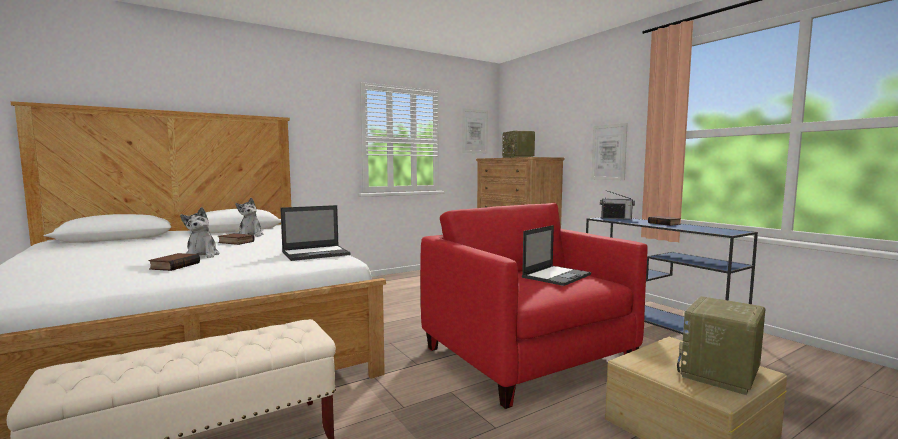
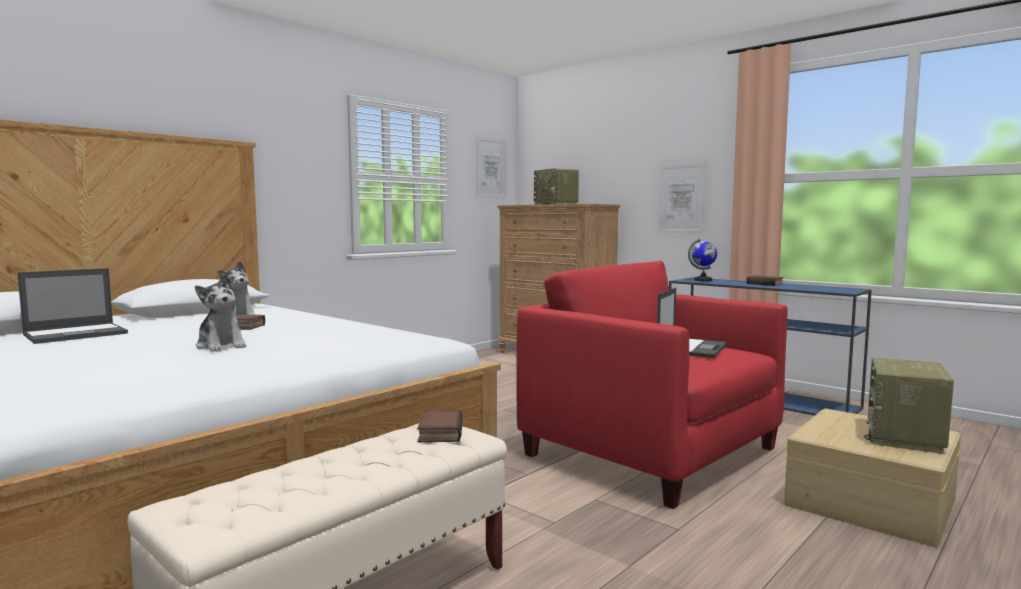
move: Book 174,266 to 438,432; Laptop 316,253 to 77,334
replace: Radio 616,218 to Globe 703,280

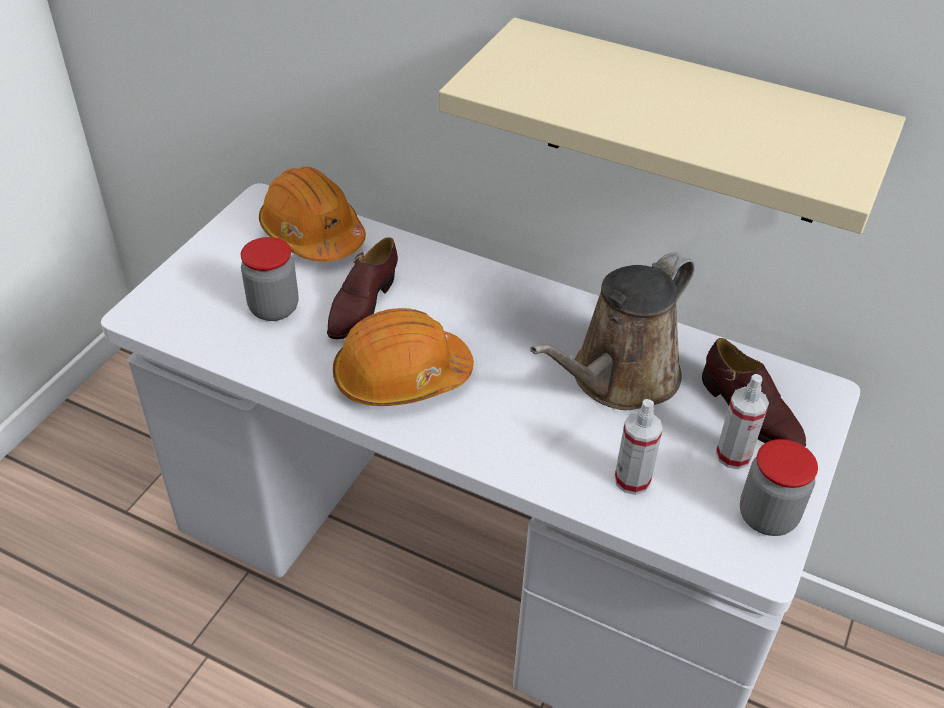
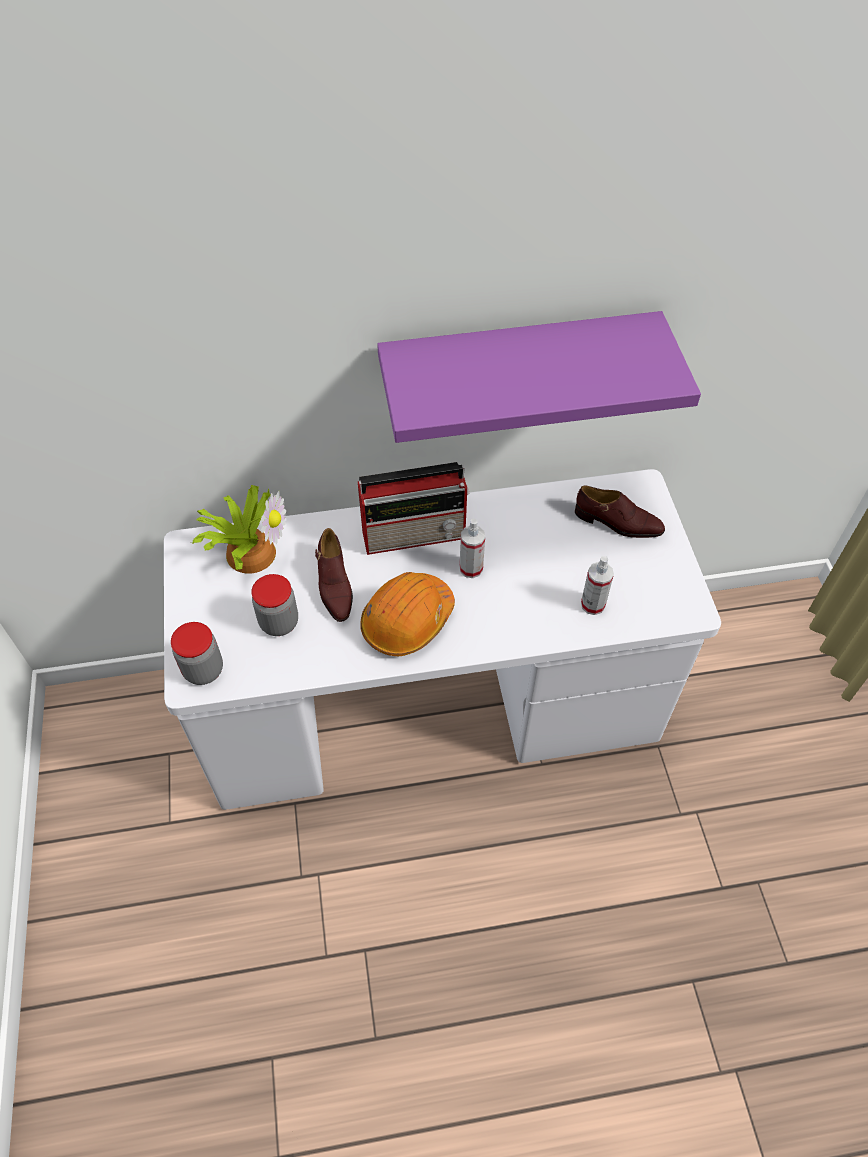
delete: BrownWateringCan 618,379
insert: Radio 416,533
move: SprayBottle 733,455 to 471,568; Jar 767,516 to 203,670
replace: OrangeHardHat 312,234 to PottedPlant 249,551
recolor: BeigeShelf 686,124 to PurpleShelf 518,364

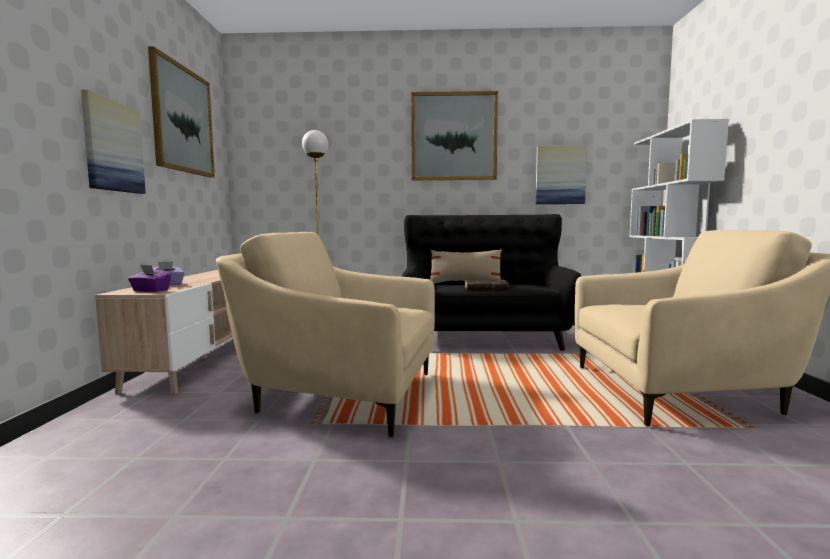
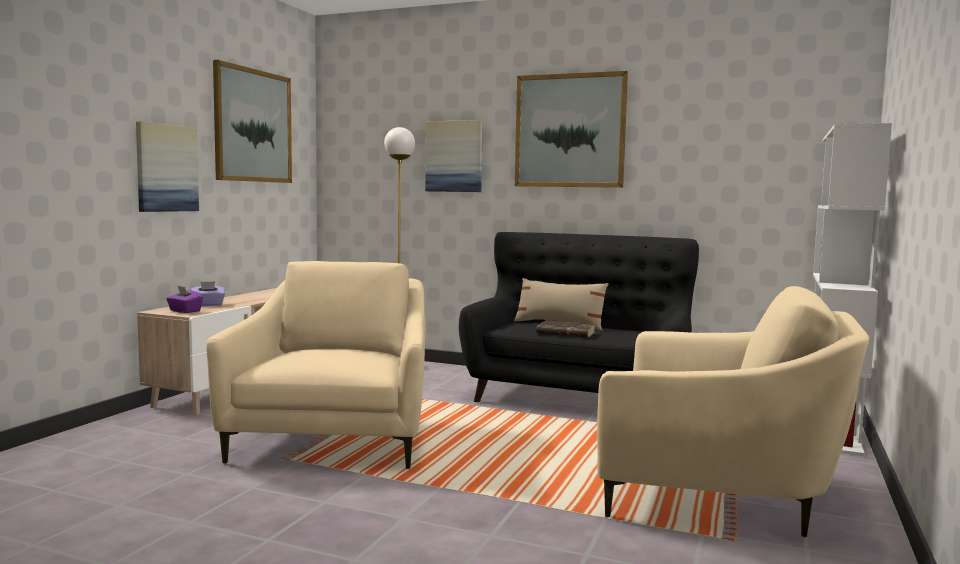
move: Picture 560,175 to 454,156
rotate: BeigeArmchair 340,395 = 336,437 60 degrees clockwise

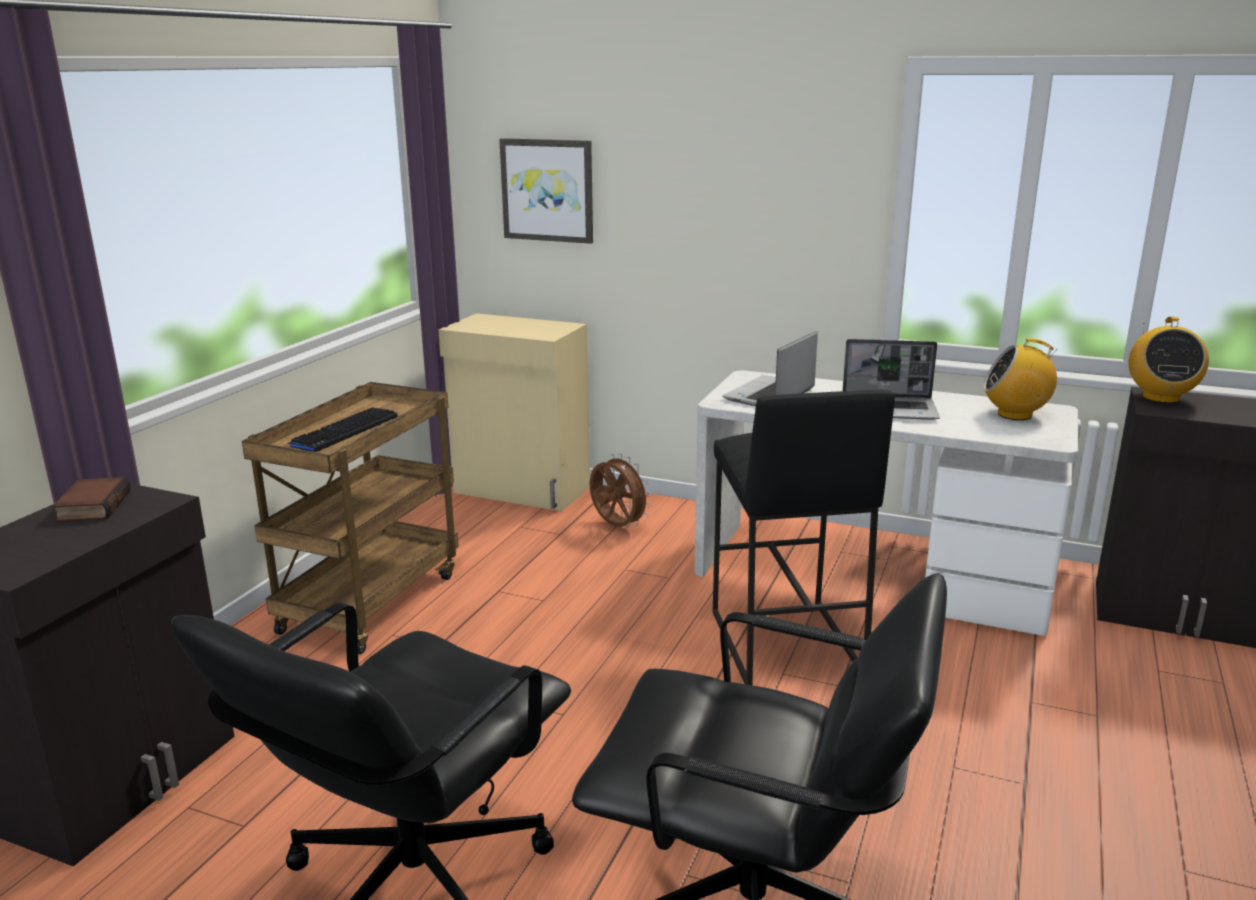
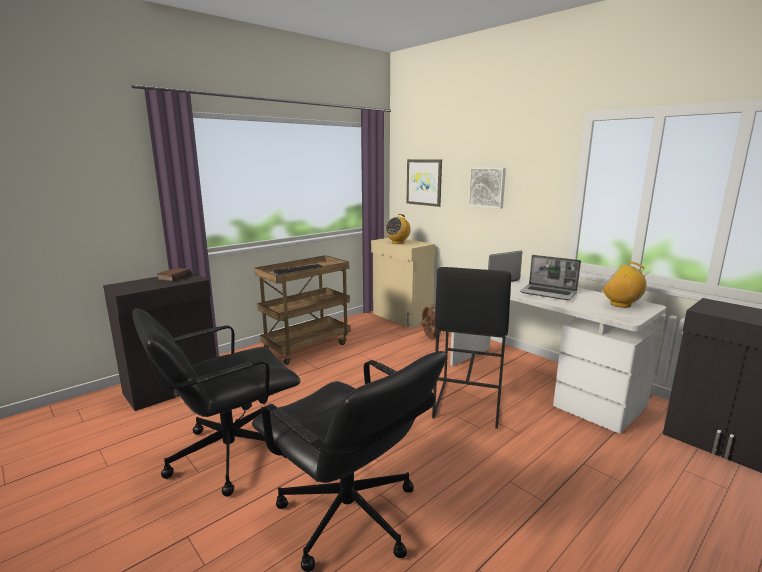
insert: Picture 487,187
move: Radio 1160,397 to 398,242

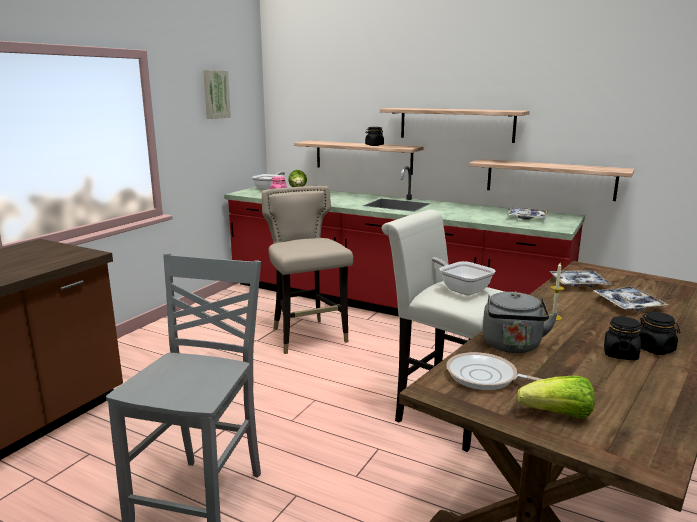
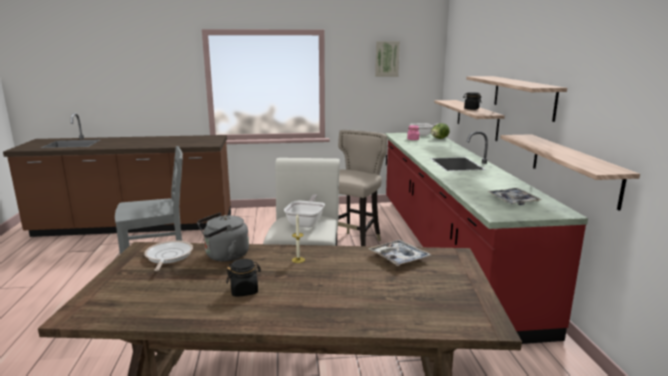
delete: Lettuce 558,414; Tray 628,304; BlackJar 655,349

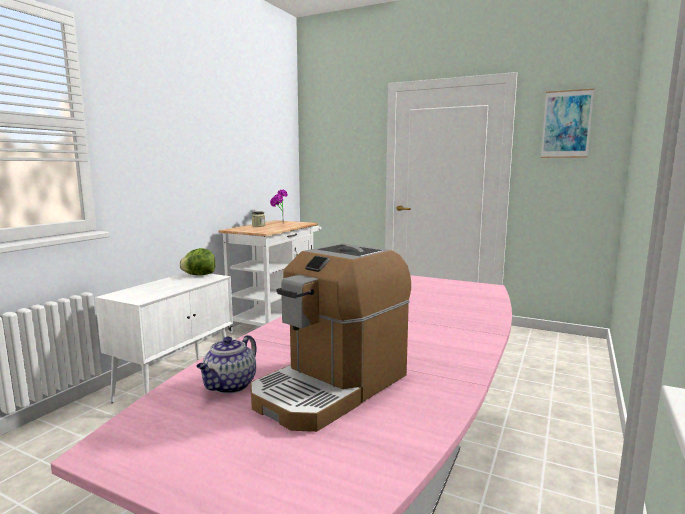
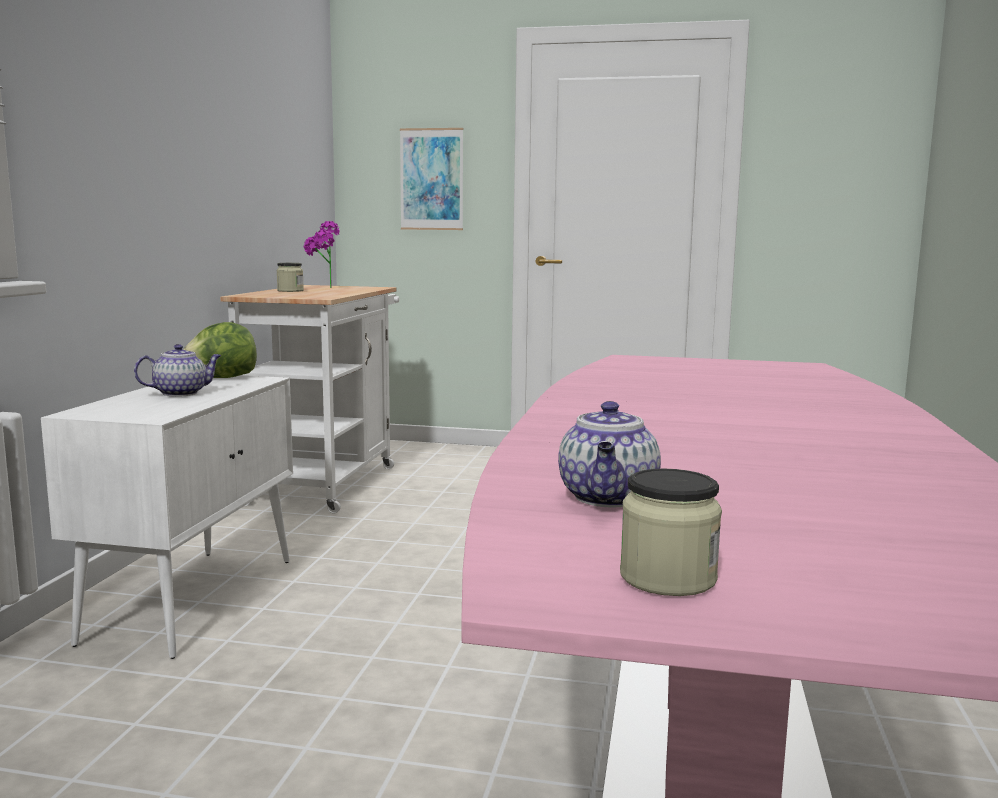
delete: CoffeeMachine 332,387
insert: Teapot 181,393; Jar 667,578
move: Picture 566,124 to 431,179

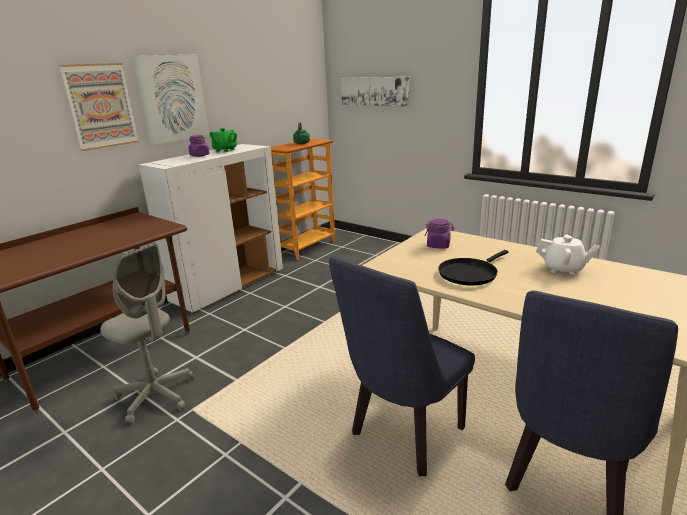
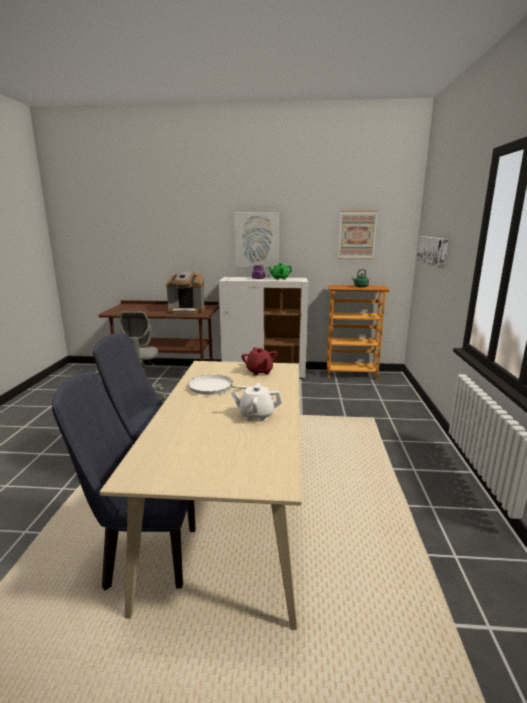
insert: CoffeeMachine 187,311
move: Picture 100,106 to 357,235
replace: PurpleJar 438,245 to RedTeapot 259,372
recolor: BlackFryingPan 470,273 to WhiteFryingPan 214,388
rotate: WhiteTeapot 563,269 = 256,415 105 degrees clockwise

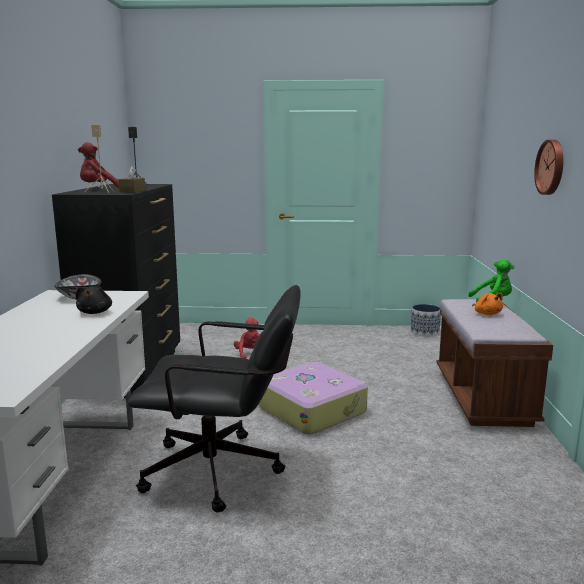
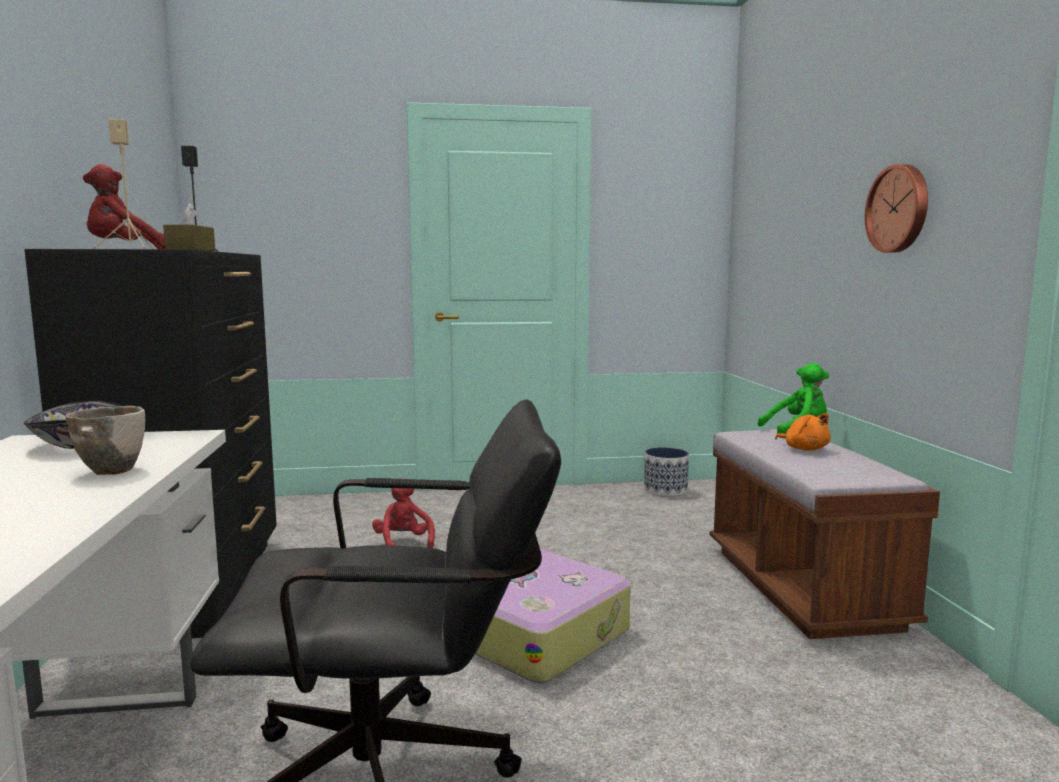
replace: BlackPlushToy 95,312 to Bowl 114,470

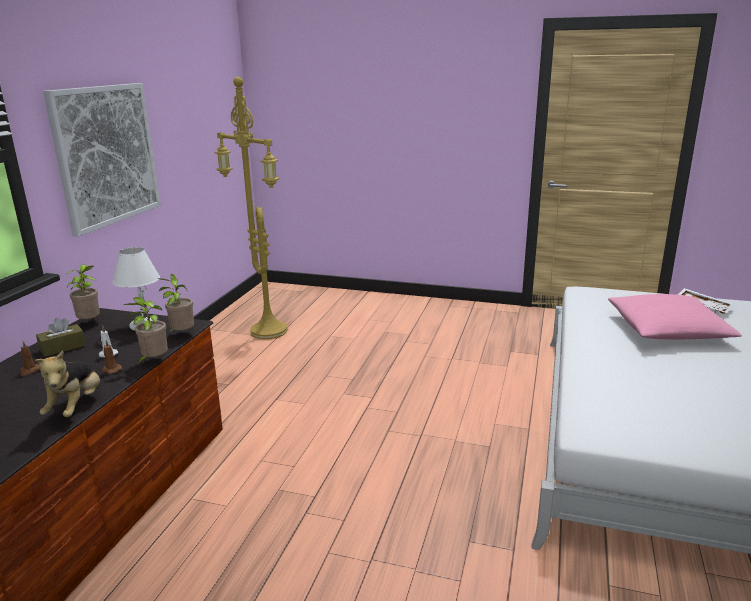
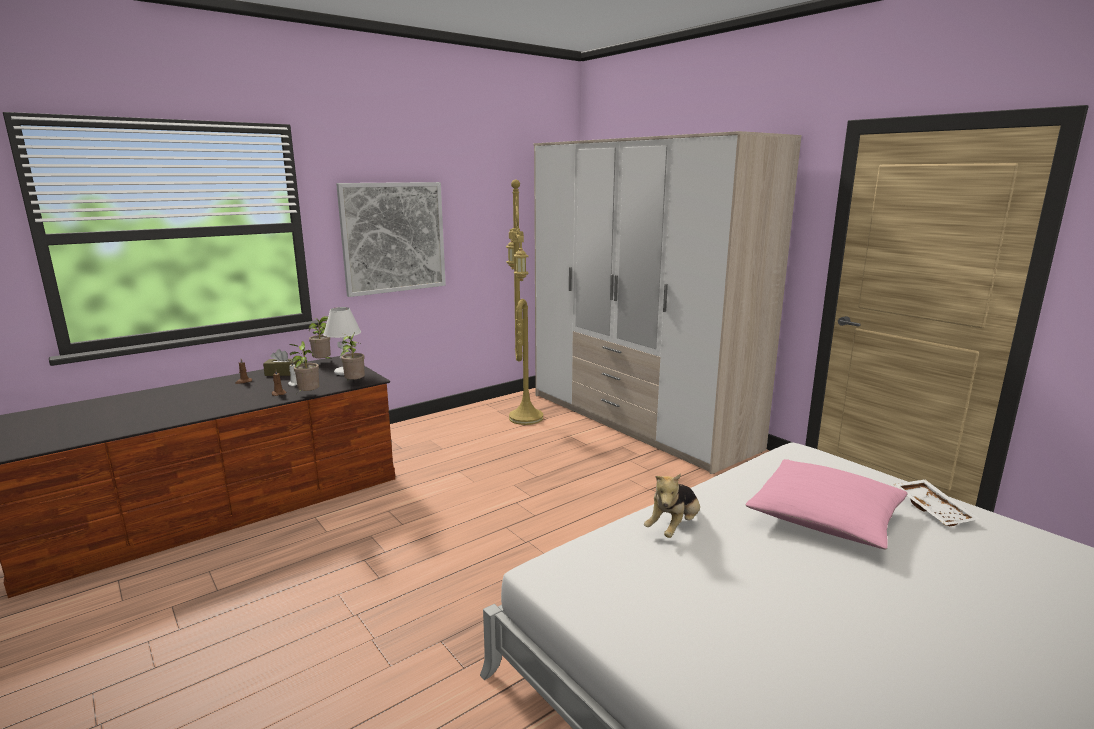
insert: Wardrobe 638,421
move: PlushToy 76,406 to 673,527

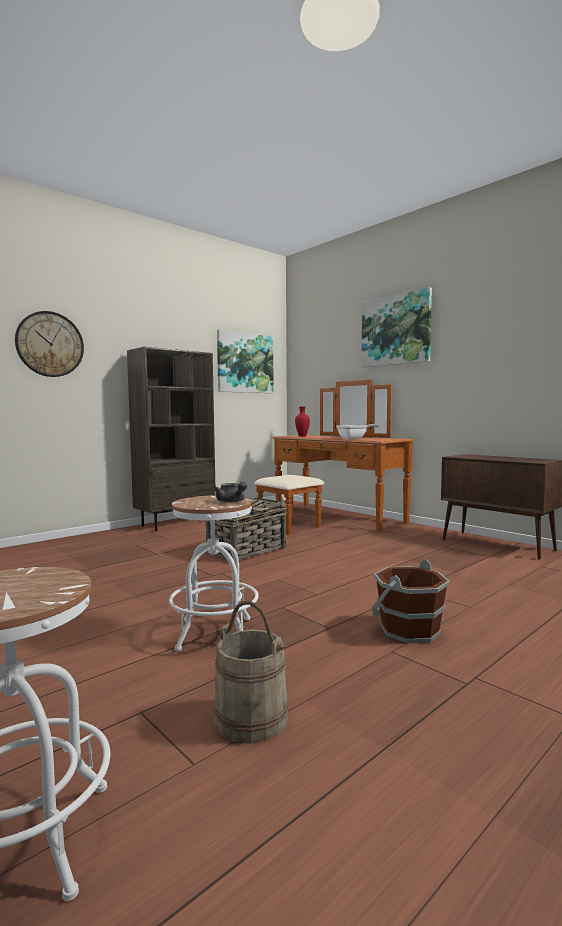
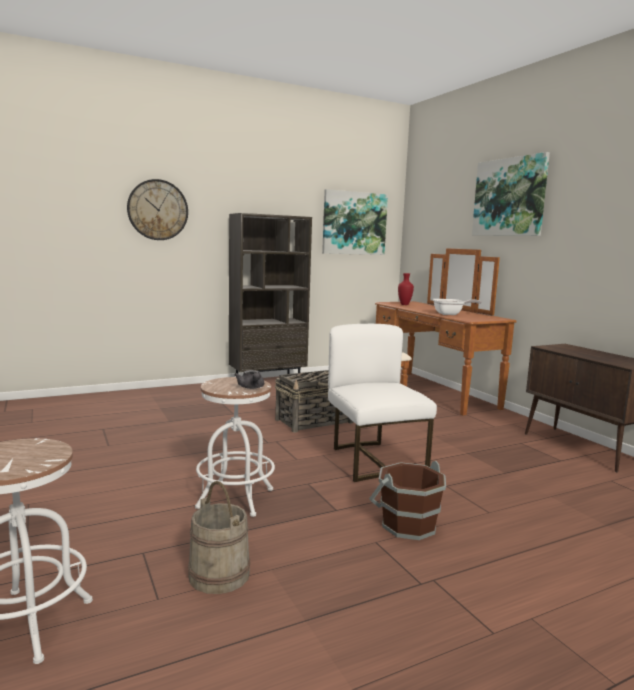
insert: WhiteChair 373,460

